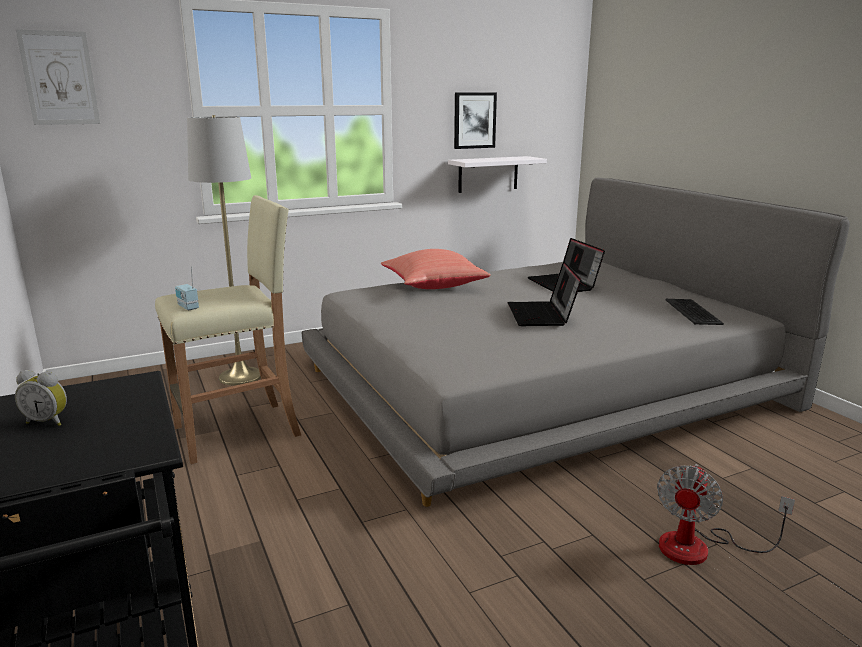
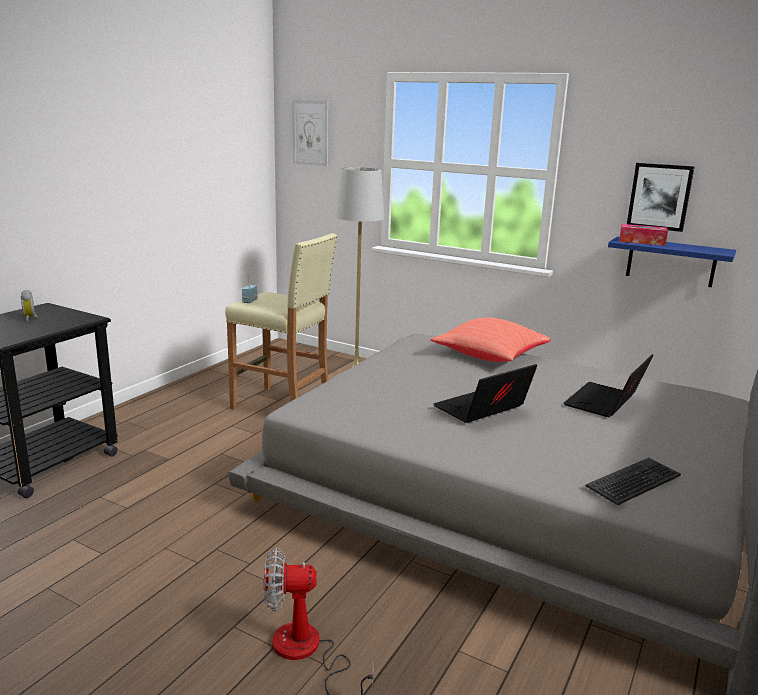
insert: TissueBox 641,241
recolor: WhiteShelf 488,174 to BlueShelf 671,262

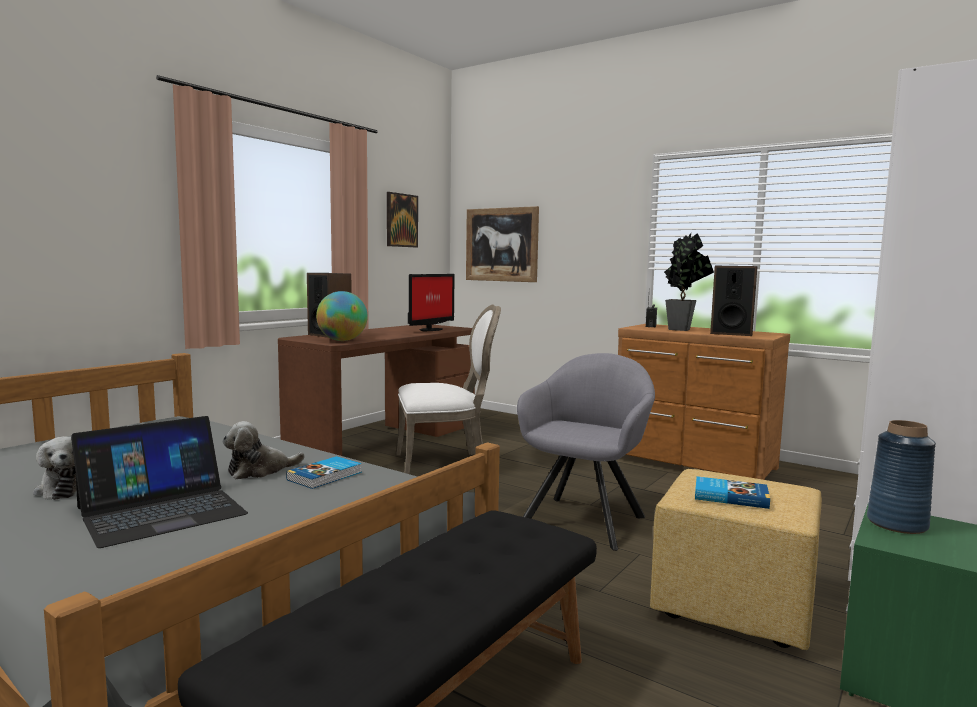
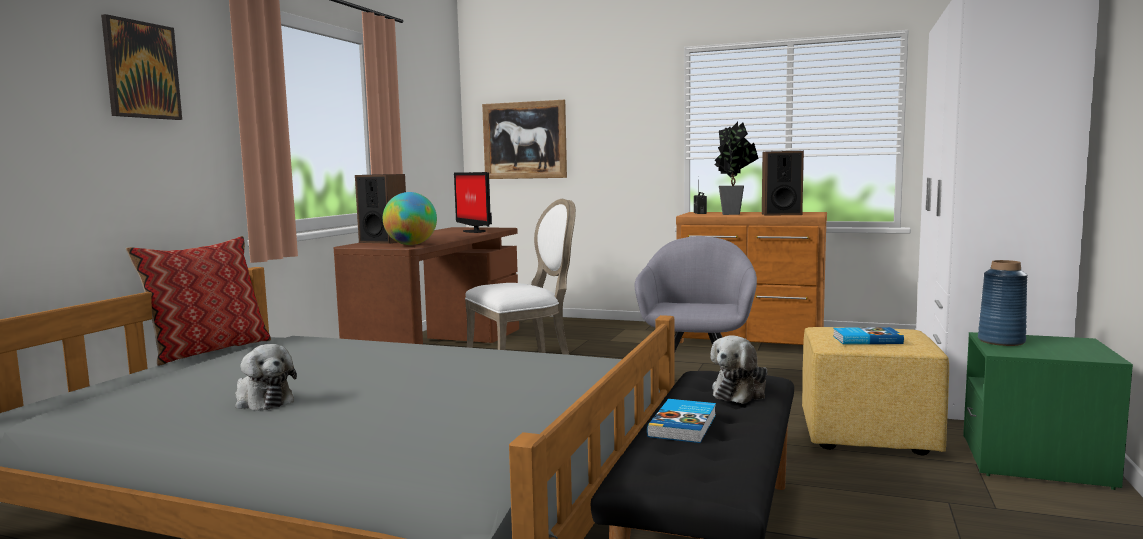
delete: Laptop 161,511
insert: Pillow 208,350
move: PlushToy 260,470 to 741,392; Book 326,476 to 684,425; Picture 401,220 to 141,70
rotate: Monitor 429,329 = 474,231 135 degrees clockwise

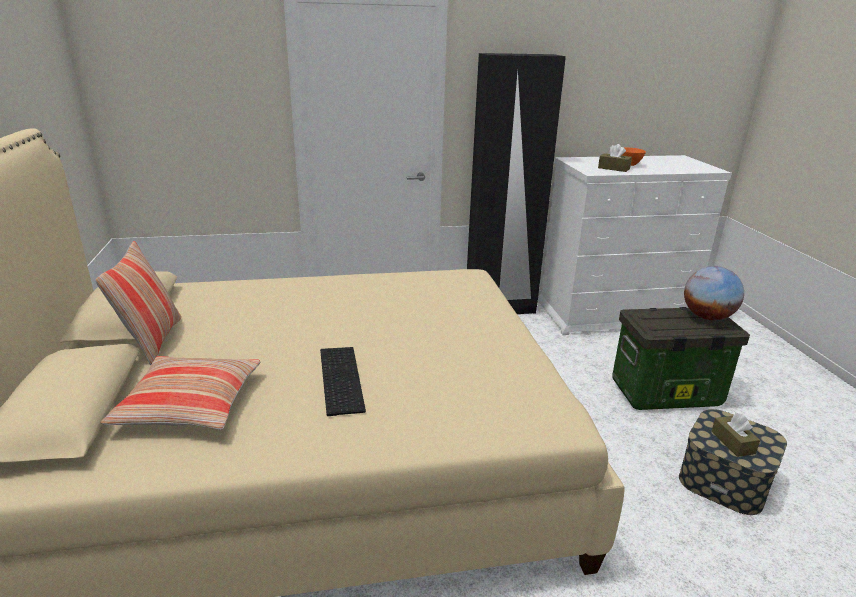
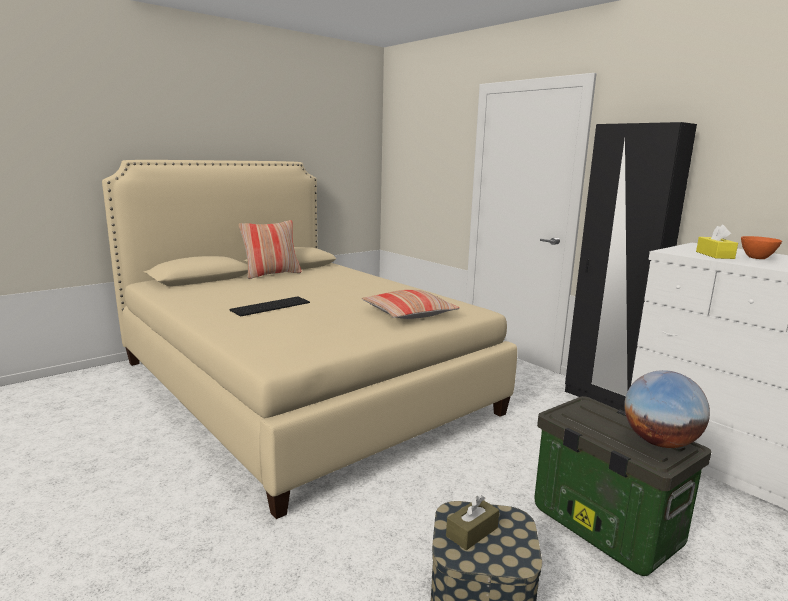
move: Pillow 190,404 to 408,314
recolor: BrownTissueBox 613,168 to YellowTissueBox 714,255

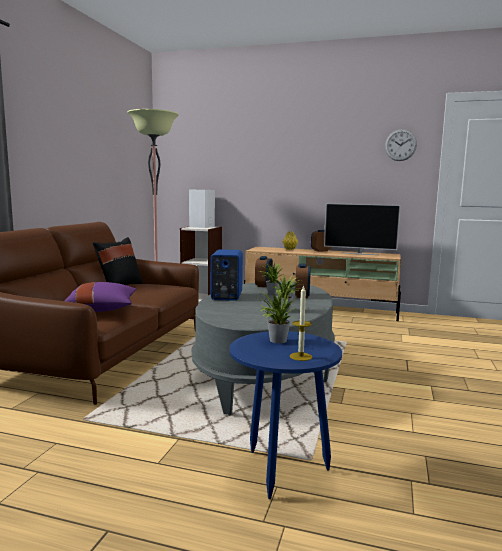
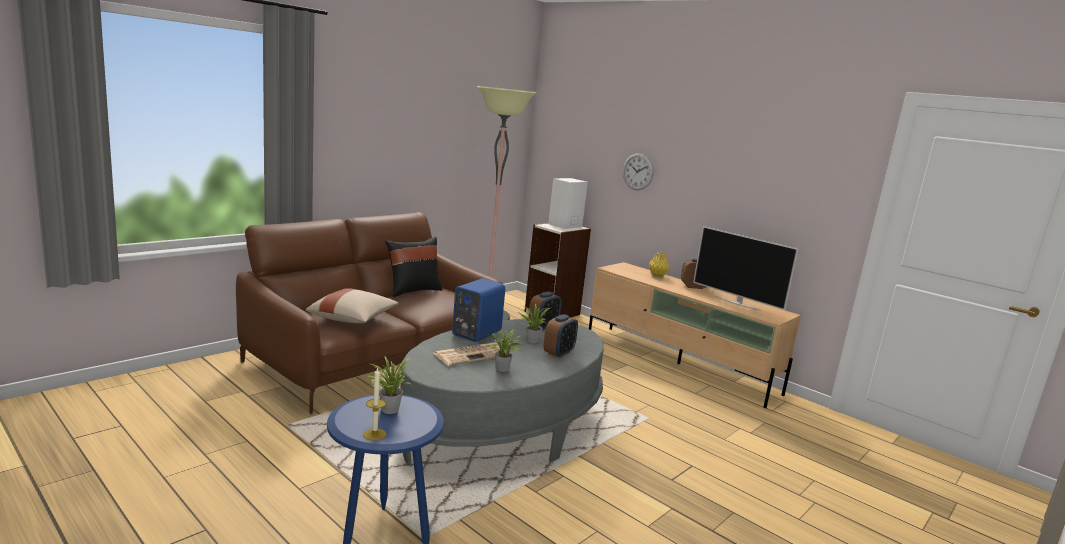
insert: Newspaper 472,354
move: WallClock 400,145 to 638,171
recolor: PurplePillow 102,309 to BeigePillow 353,319

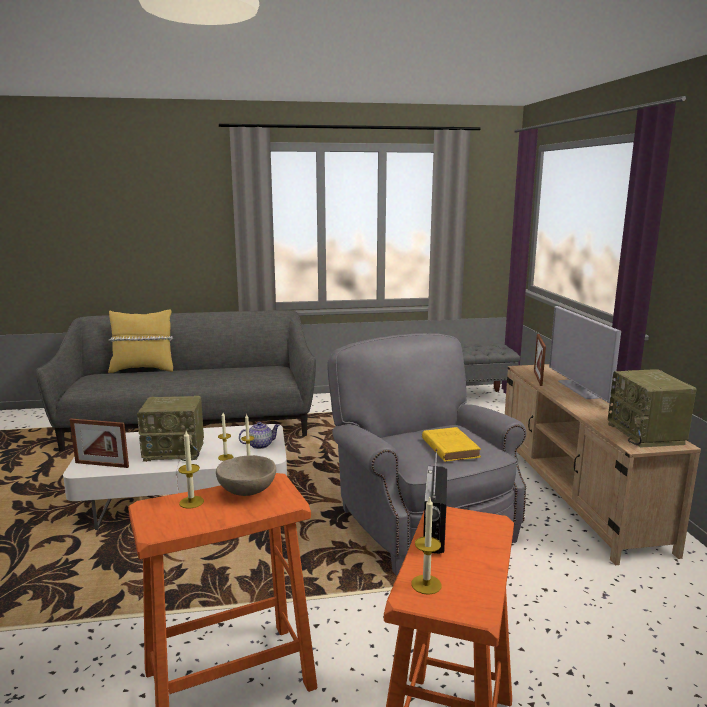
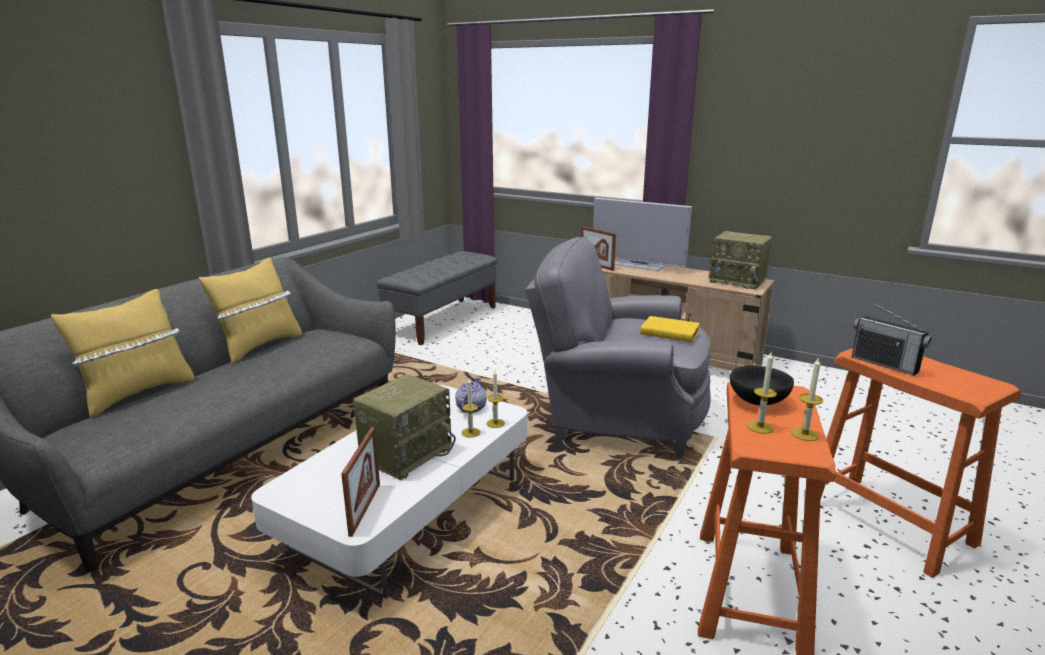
insert: YellowPillow 259,346
move: Candle 426,584 to 805,434
recolor: BeigeBowl 247,491 to BlackBowl 758,400
rotate: PictureFrame 102,465 = 365,509 45 degrees counterclockwise

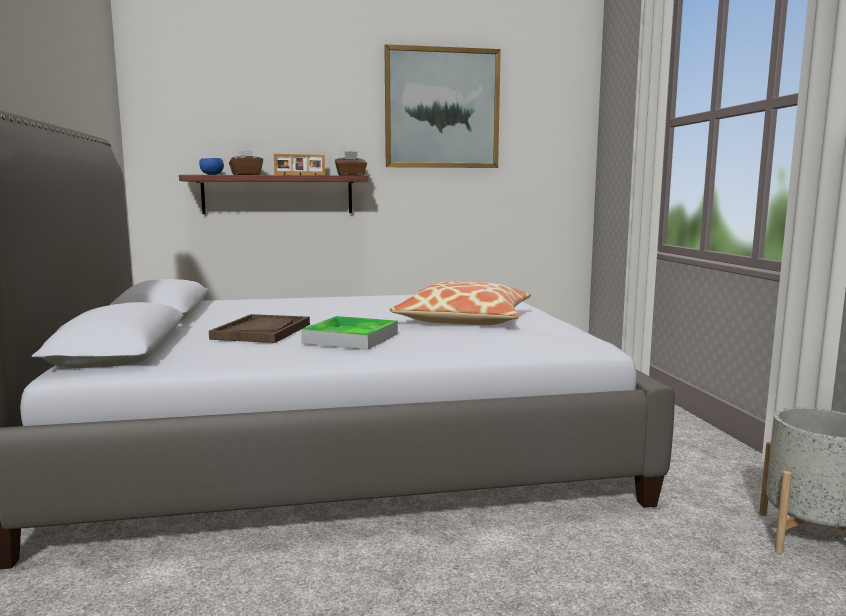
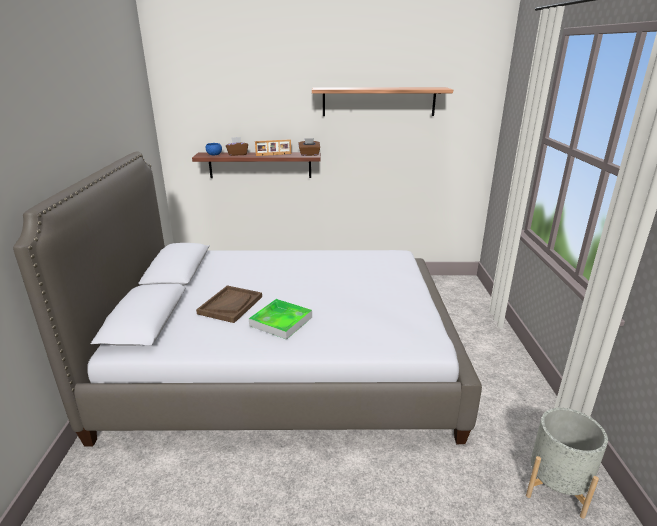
delete: Pillow 464,320
replace: Picture 442,108 to Shelf 379,101

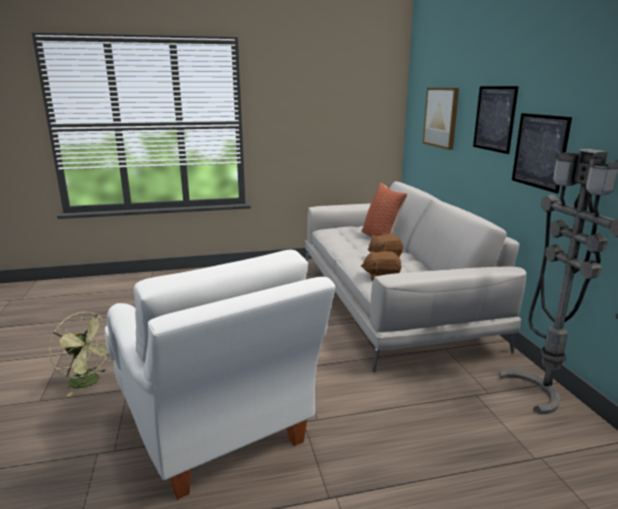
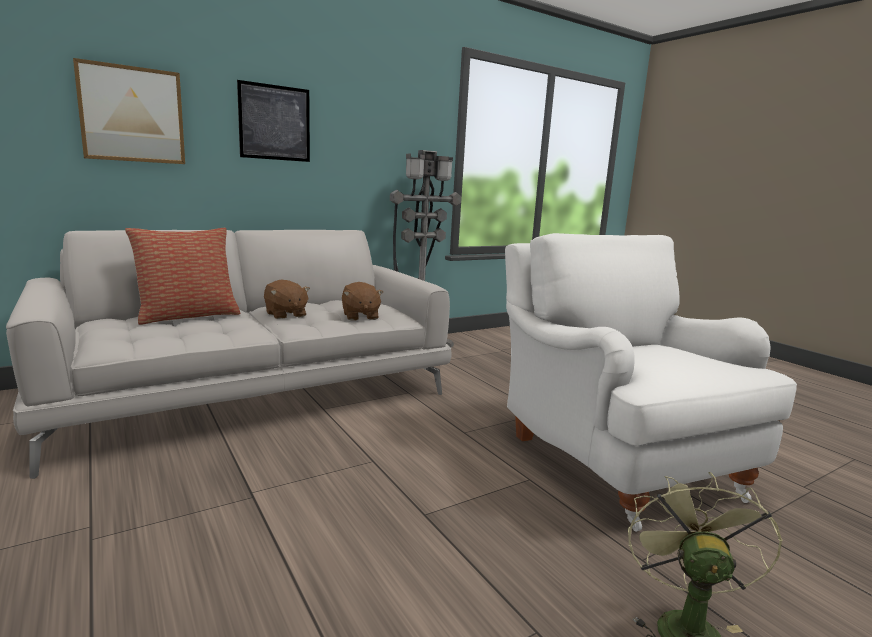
delete: Picture 539,151
rotate: WhiteArmchair 217,429 = 614,459 60 degrees counterclockwise

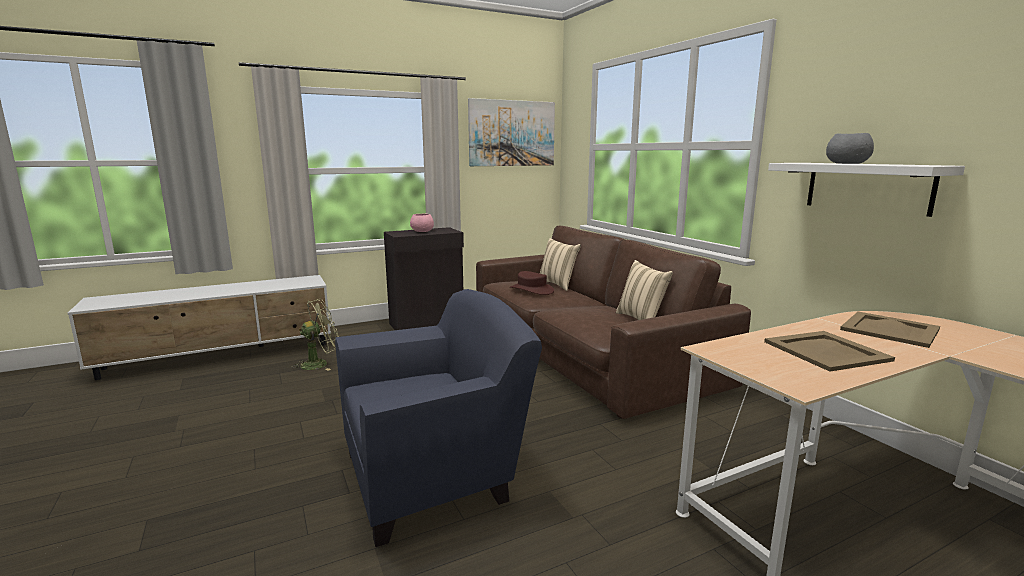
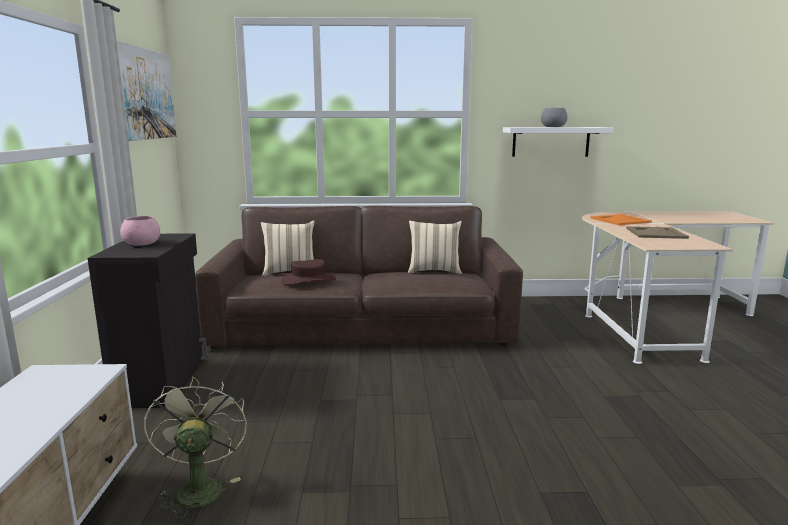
delete: BlueArmchair 434,475
recolor: BeigeTray 890,330 to OrangeTray 620,220

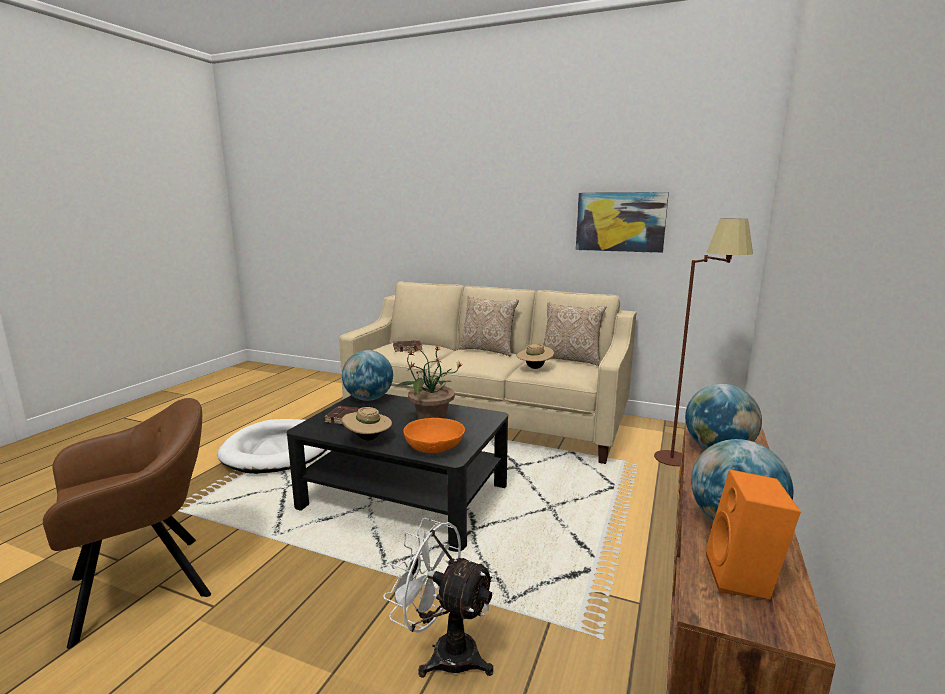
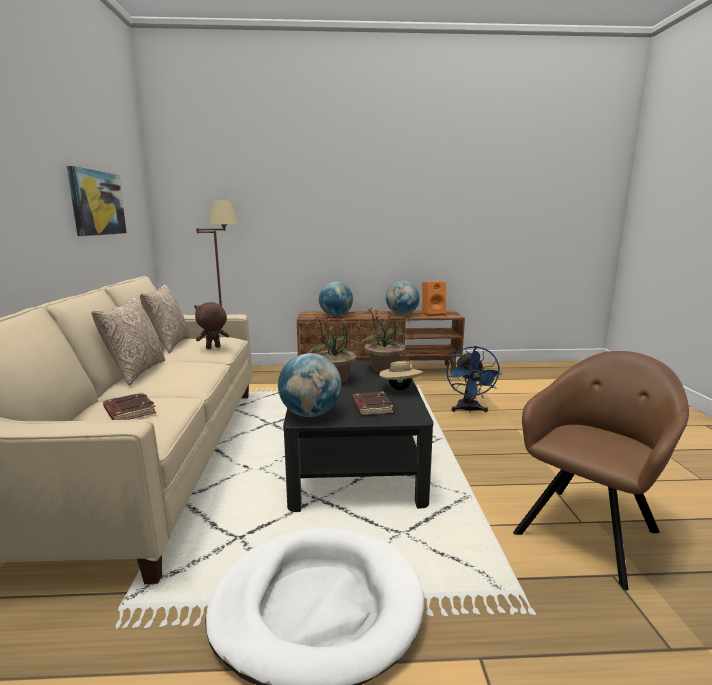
replace: OrangeBowl 434,447 to PottedPlant 384,369; BeigeHat 534,368 to BrownPlushToy 213,348
recolor: WhiteFan 444,651 to BlueFan 469,410
rotate: BrownArmchair 148,583 = 588,529 105 degrees clockwise

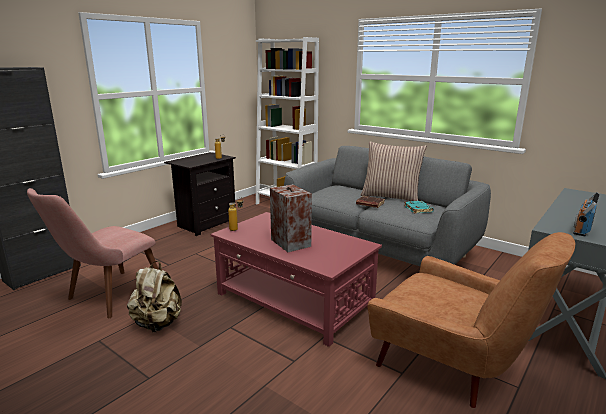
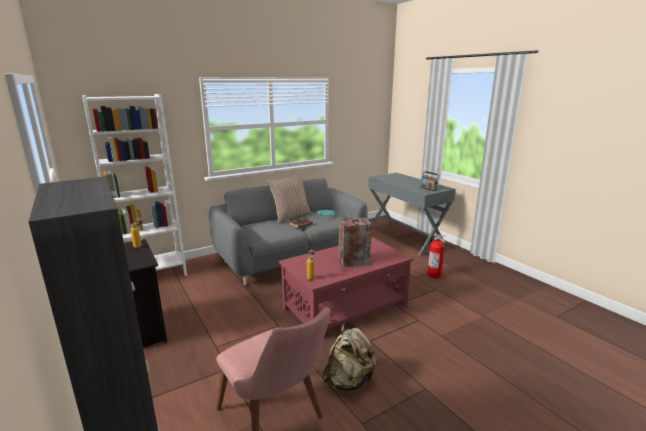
replace: BrownArmchair 452,367 to FireExtinguisher 434,275

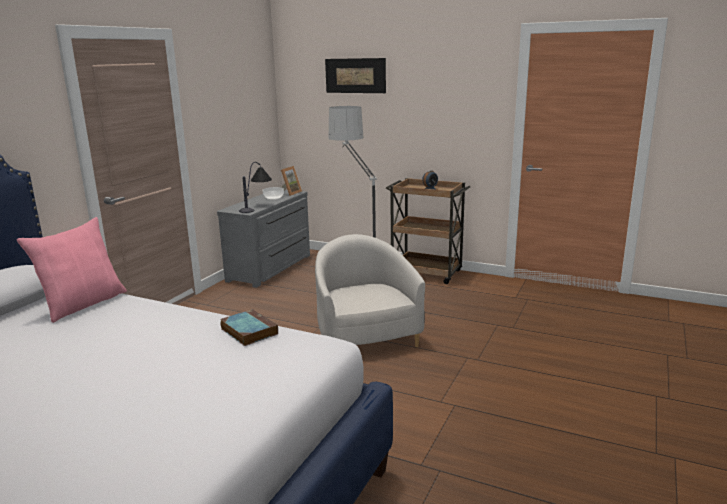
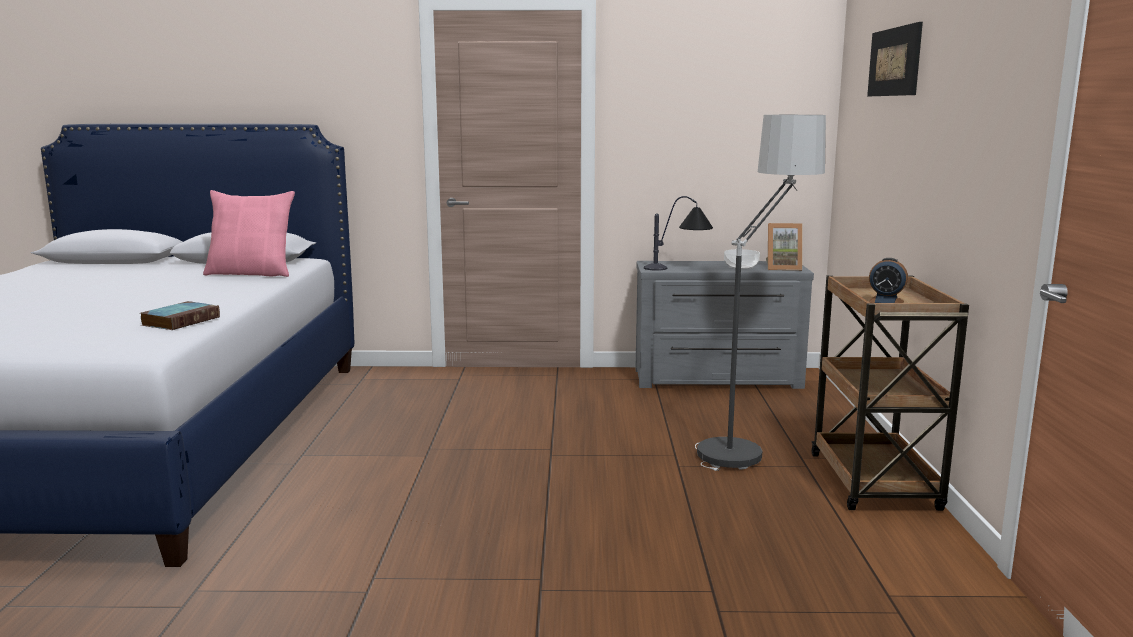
delete: WhiteArmchair 364,337

